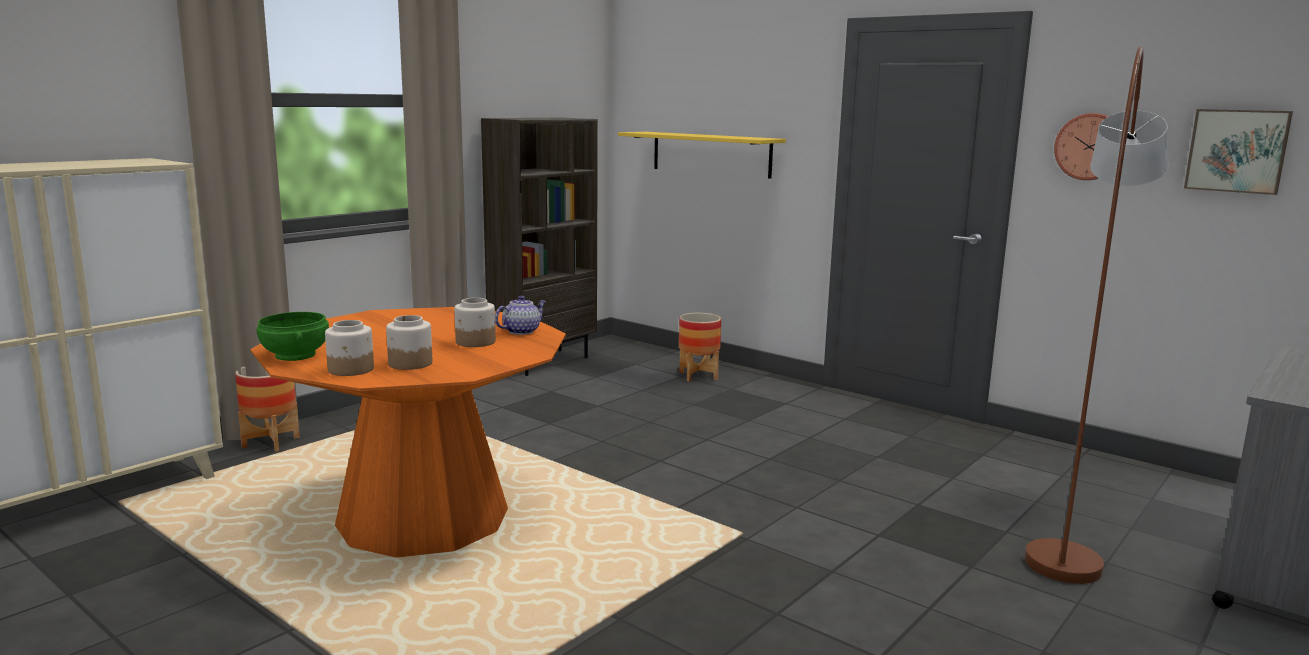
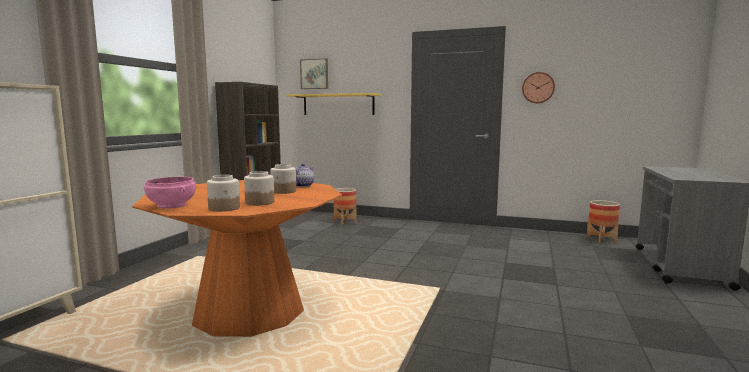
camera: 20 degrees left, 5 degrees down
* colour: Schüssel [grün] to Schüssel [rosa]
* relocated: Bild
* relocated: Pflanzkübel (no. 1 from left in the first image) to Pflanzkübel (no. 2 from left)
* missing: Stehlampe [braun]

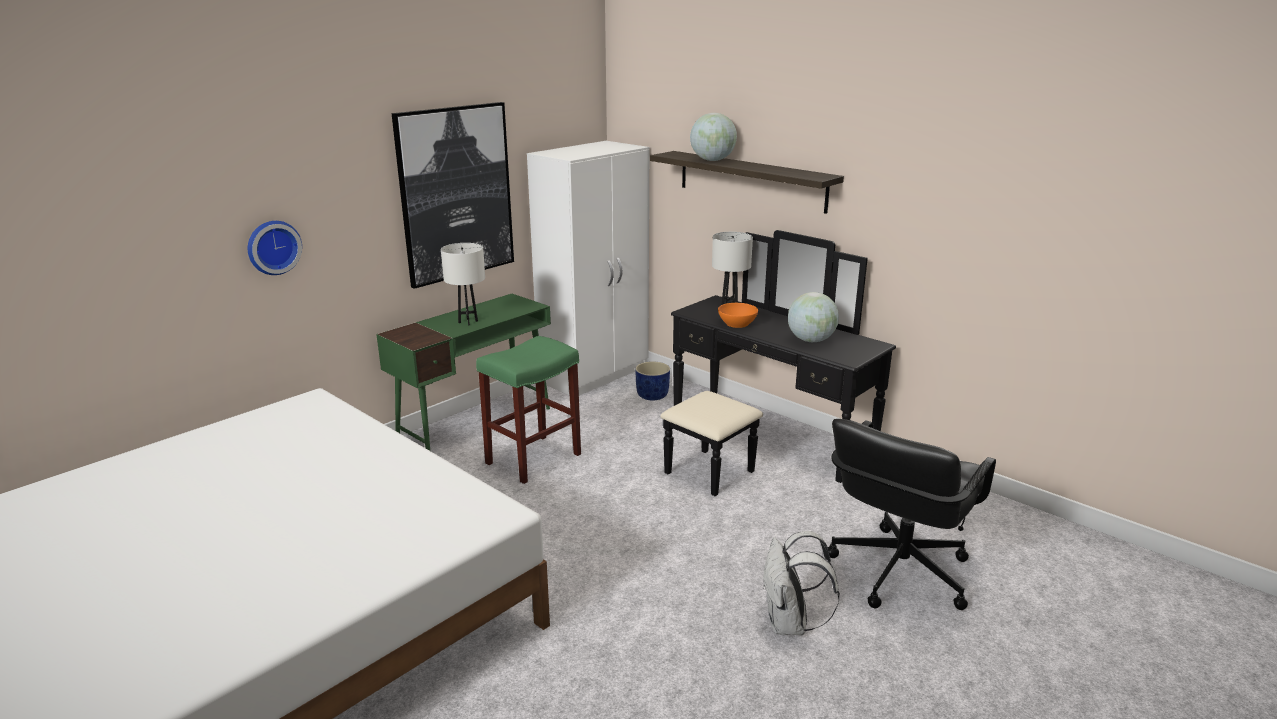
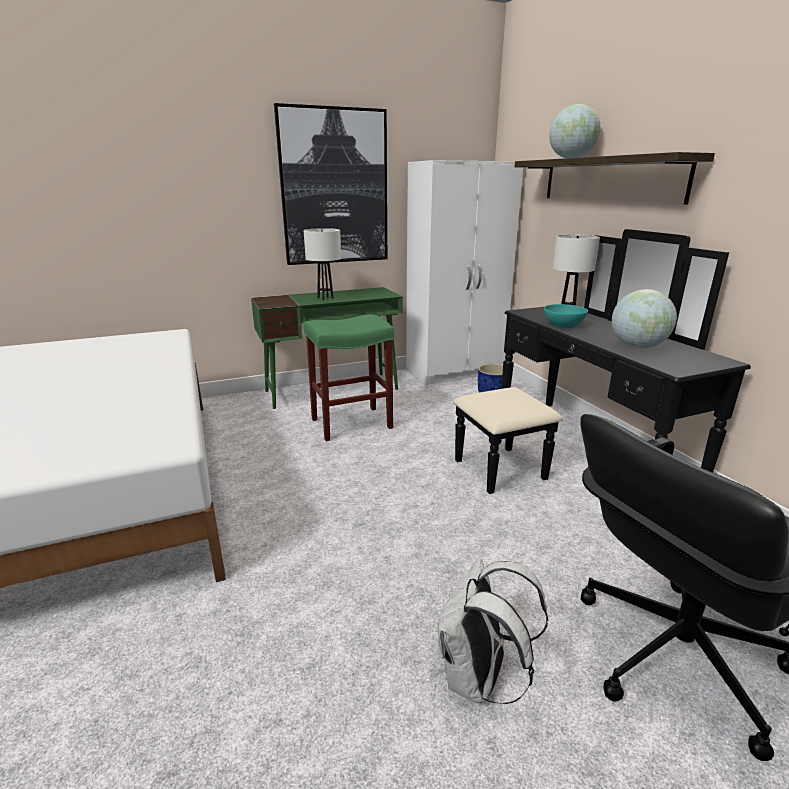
camera: 25 degrees right, 0 degrees up
* colour: Schüssel [orange] to Schüssel [türkis]
* missing: Wanduhr

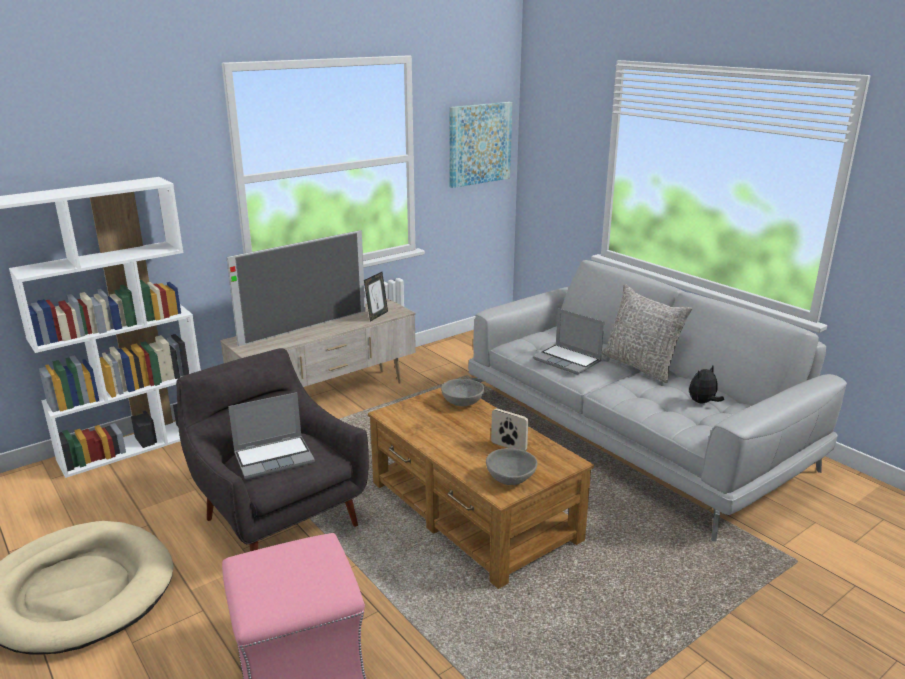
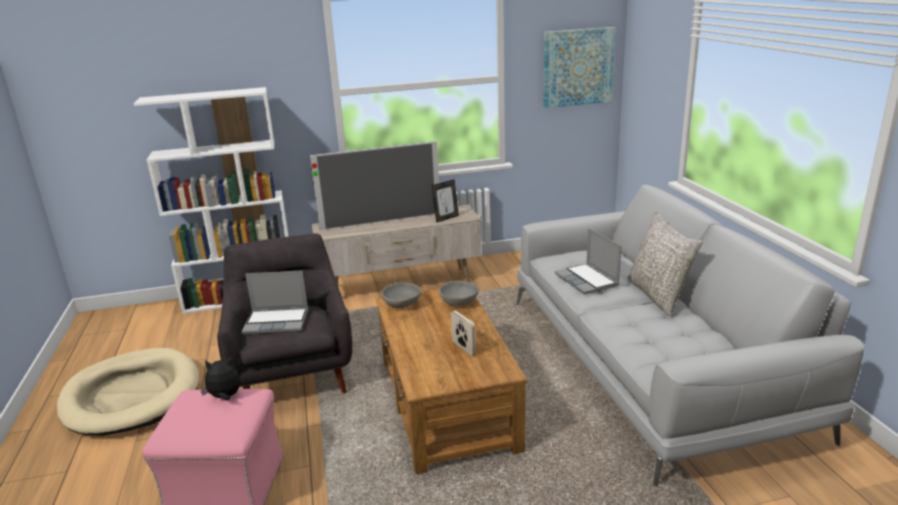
camera: 25 degrees right, 0 degrees up
* relocated: Plüschtier
* relocated: Schüssel [grau] (no. 2 from left in the first image) to Schüssel [grau] (no. 1 from left)

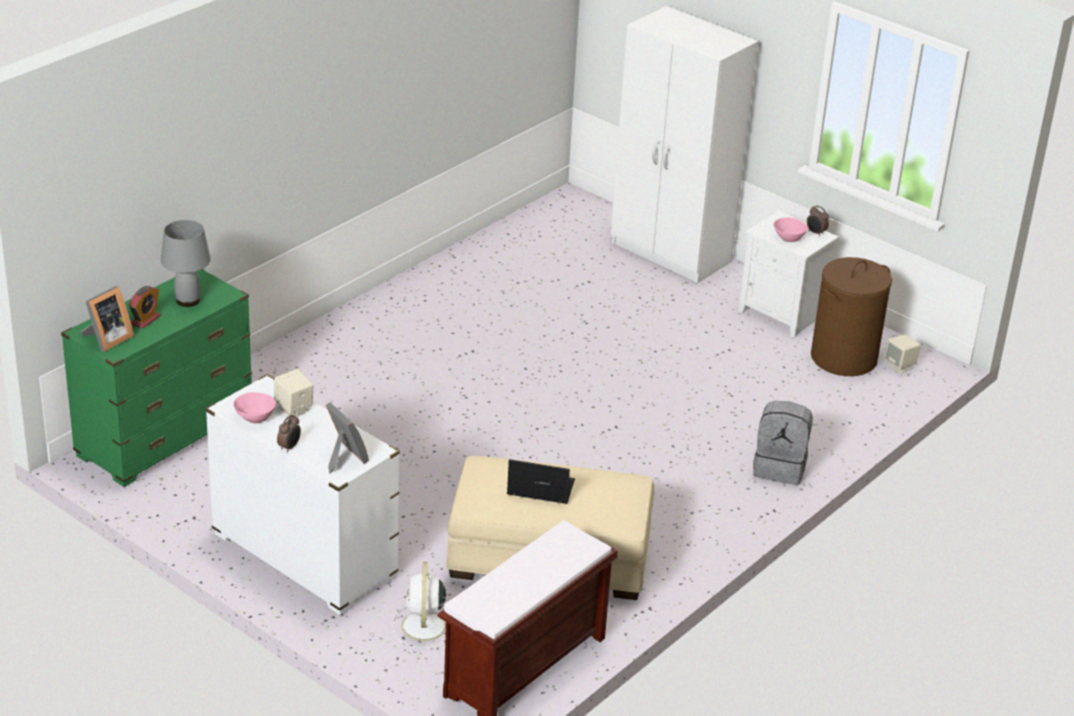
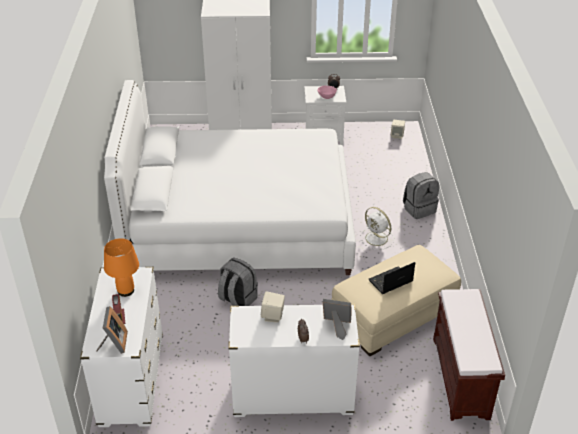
camera: 40 degrees left, 5 degrees up
* colour: Kommode [grün] to Kommode [weiß] (no. 1 from left)
* appeared: Bett [weiß]
* colour: Tischlampe [grau] to Tischlampe [orange]
* appeared: Rucksack [grau] (no. 1 from left)
* relocated: Ventilator [weiß]
* missing: Schüssel [rosa] (no. 1 from left)
* missing: Wäschekorb [braun]

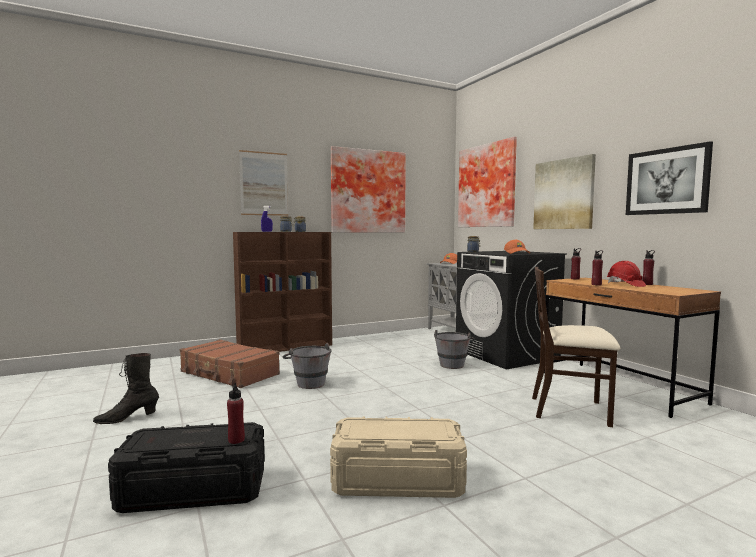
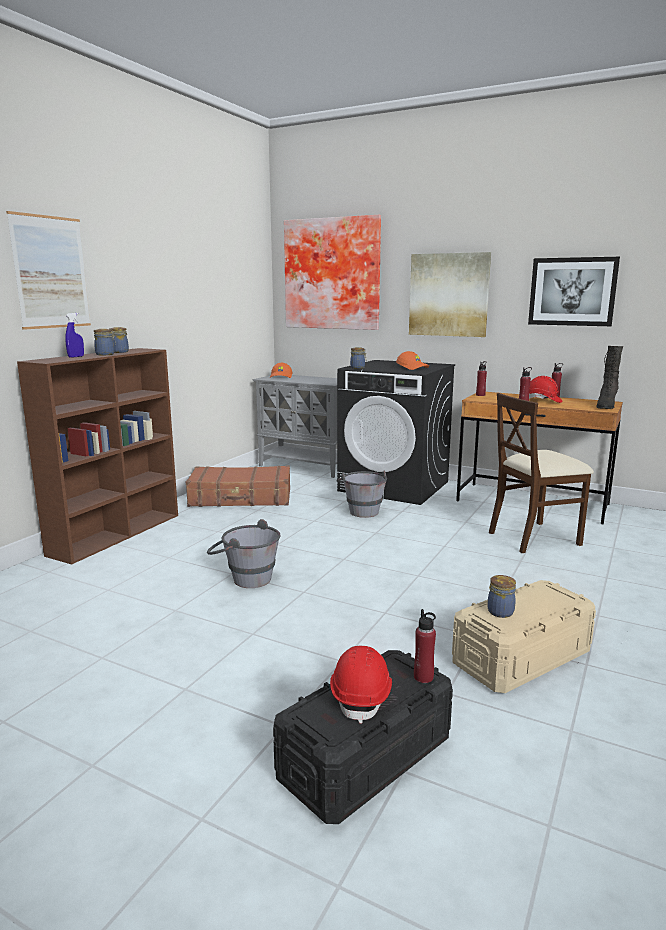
camera: 35 degrees left, 10 degrees up
* relocated: Koffer [braun]
* appeared: Schutzhelm [rot] (no. 1 from left)
* appeared: Vorratsglas (no. 4 from left)
* relocated: Stiefel [schwarz]
* missing: Bild (no. 2 from left)

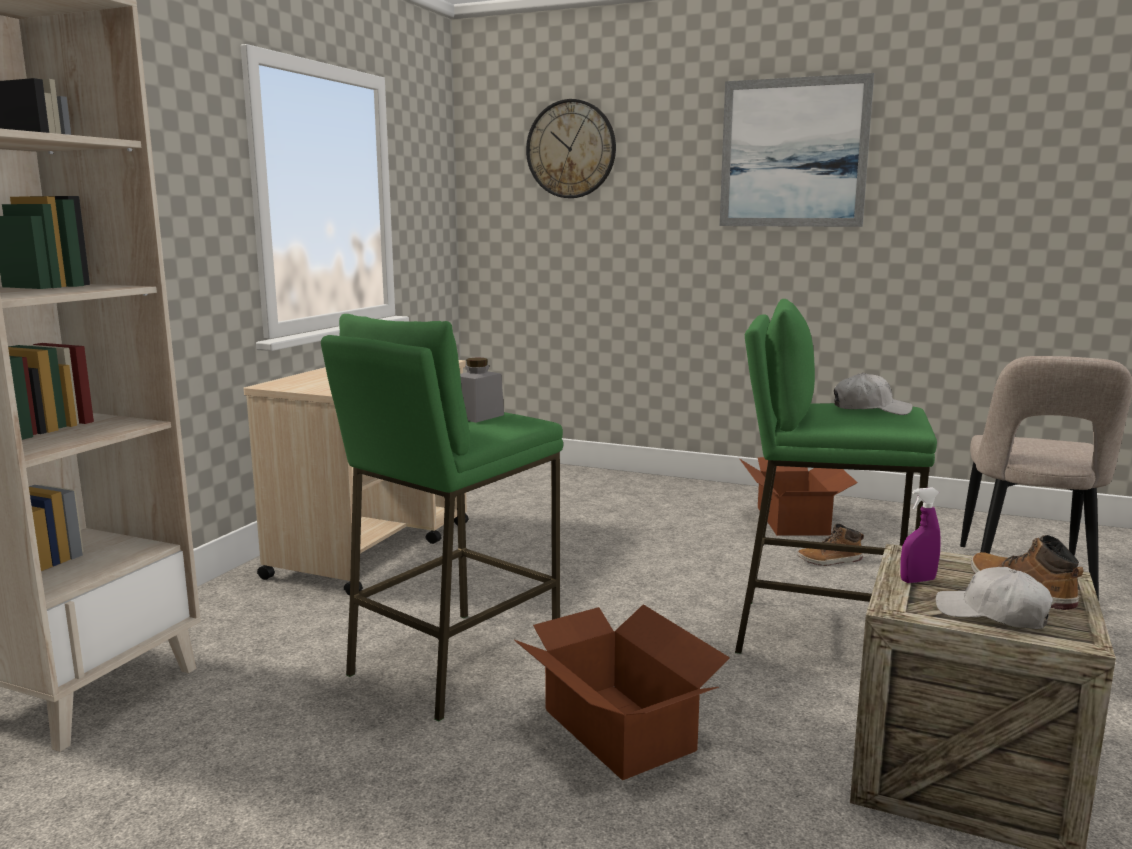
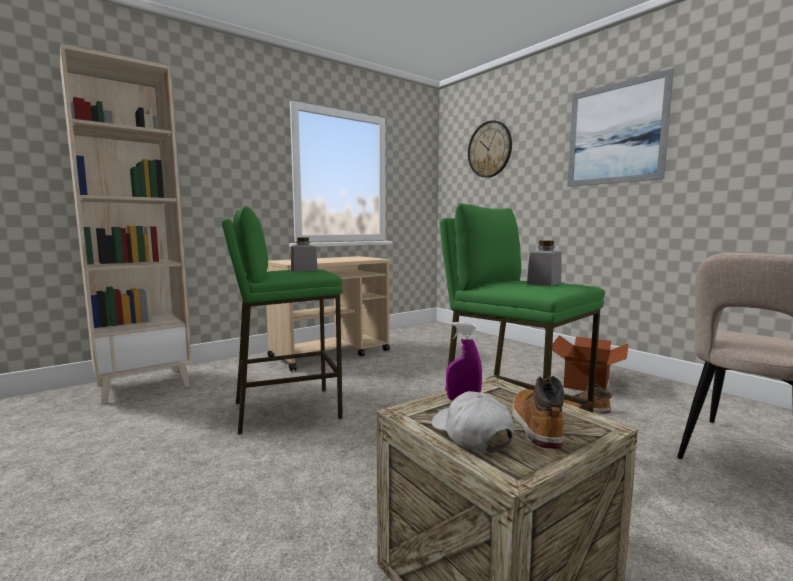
camera: 30 degrees right, 5 degrees down
* exchanged: Kappe [weiß] (no. 1 from left) to Vorratsglas [grau] (no. 2 from left)
* missing: Karton (no. 1 from left)

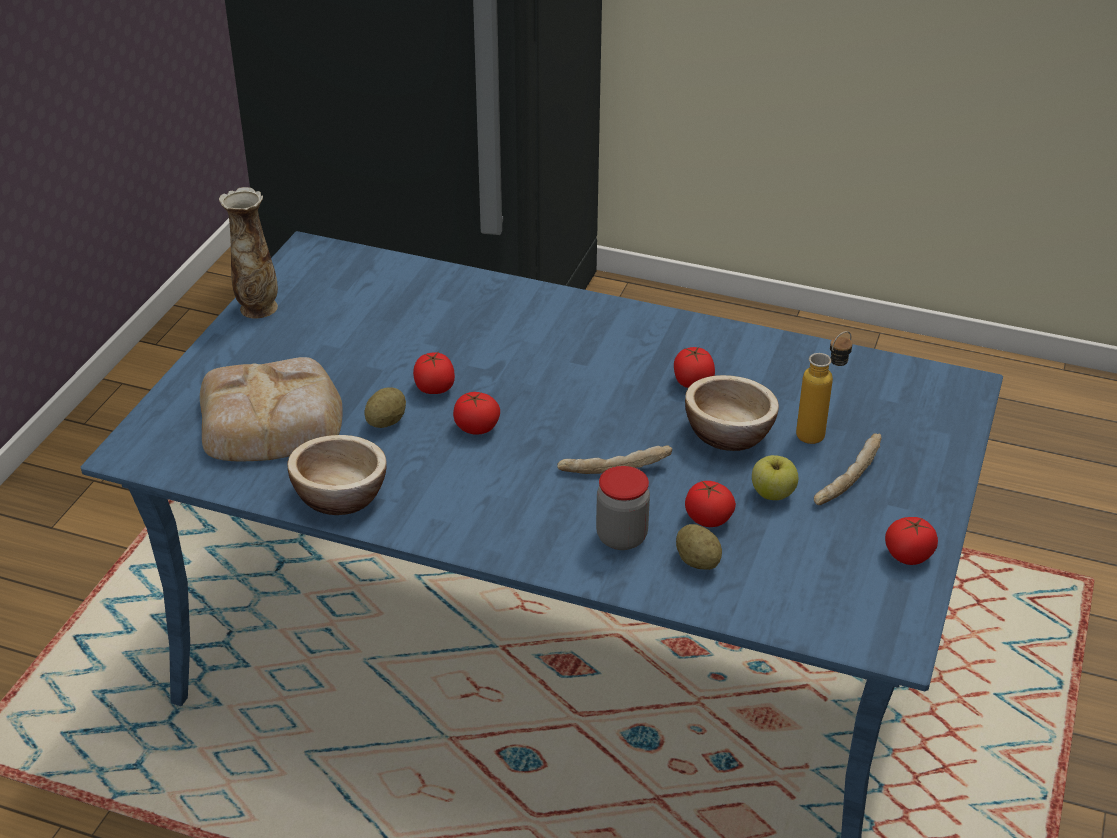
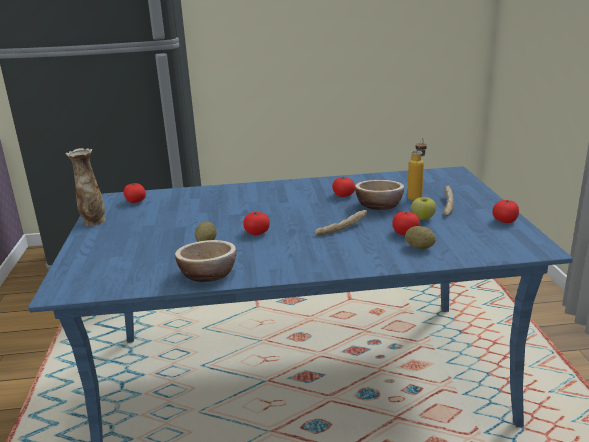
camera: 25 degrees left, 15 degrees down
* relocated: Tomate (no. 1 from left)
* missing: Brot (no. 1 from left)
* missing: Vorratsglas

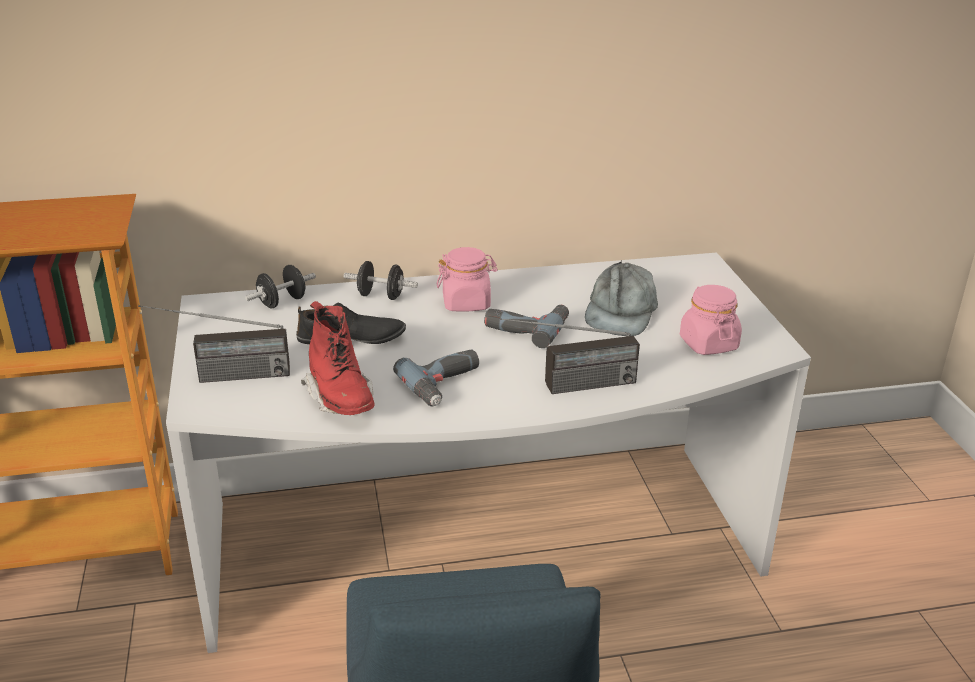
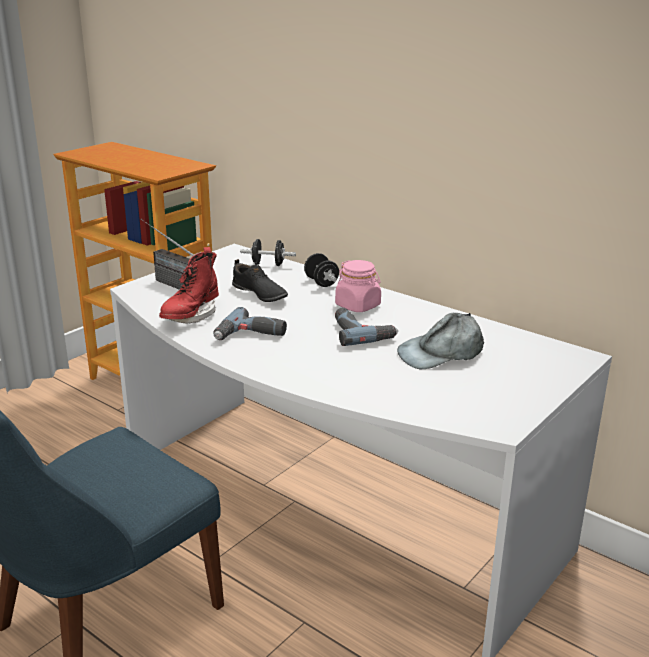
camera: 50 degrees right, 5 degrees down
* missing: Radio (no. 2 from left)
* missing: Vorratsglas [rosa] (no. 2 from left)

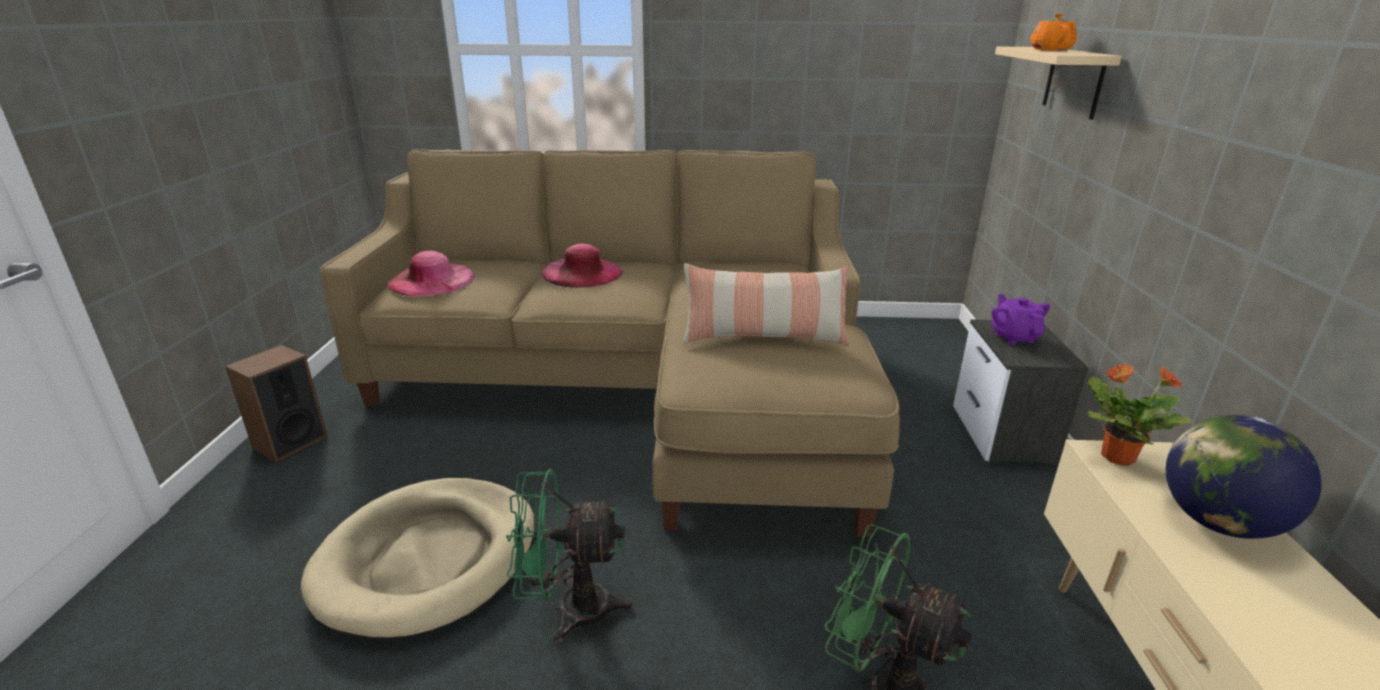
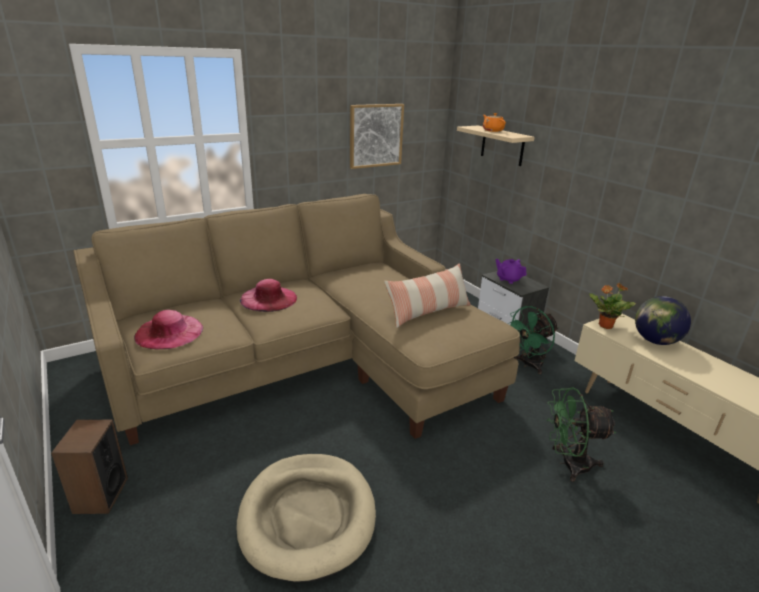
camera: 35 degrees left, 0 degrees up
* appeared: Bild
* relocated: Ventilator [grün] (no. 1 from left)

